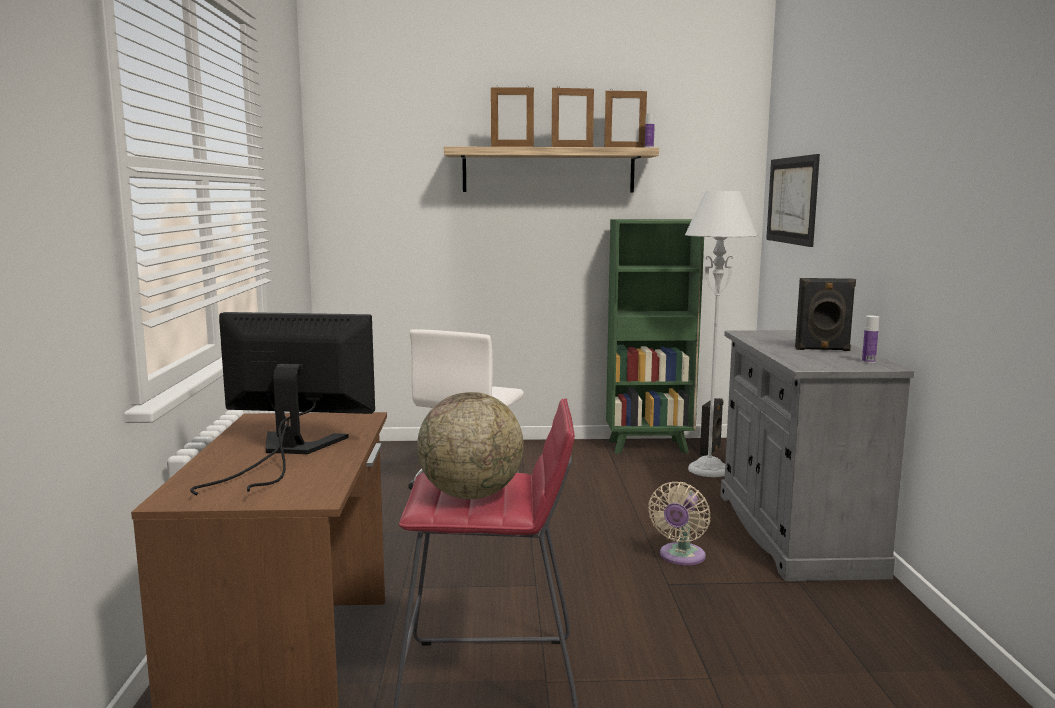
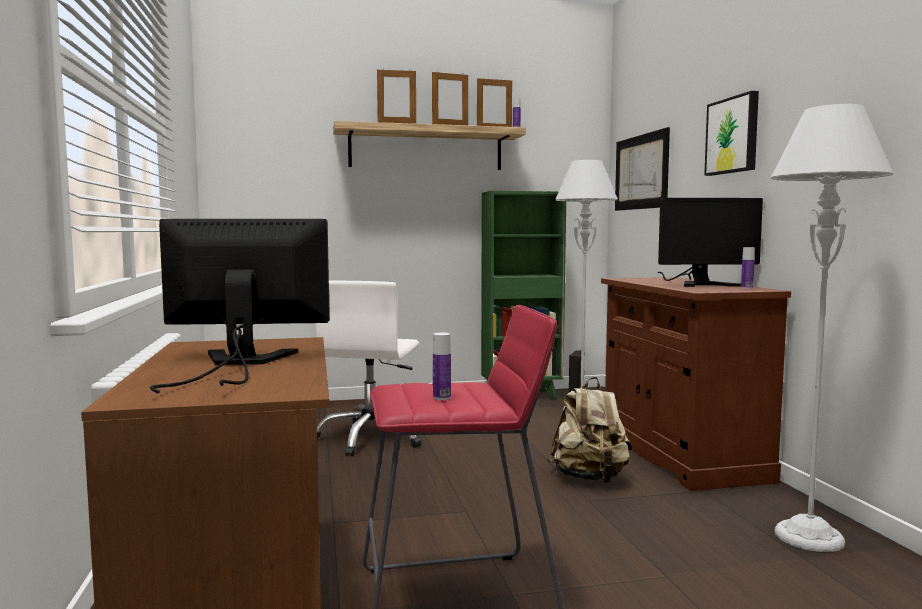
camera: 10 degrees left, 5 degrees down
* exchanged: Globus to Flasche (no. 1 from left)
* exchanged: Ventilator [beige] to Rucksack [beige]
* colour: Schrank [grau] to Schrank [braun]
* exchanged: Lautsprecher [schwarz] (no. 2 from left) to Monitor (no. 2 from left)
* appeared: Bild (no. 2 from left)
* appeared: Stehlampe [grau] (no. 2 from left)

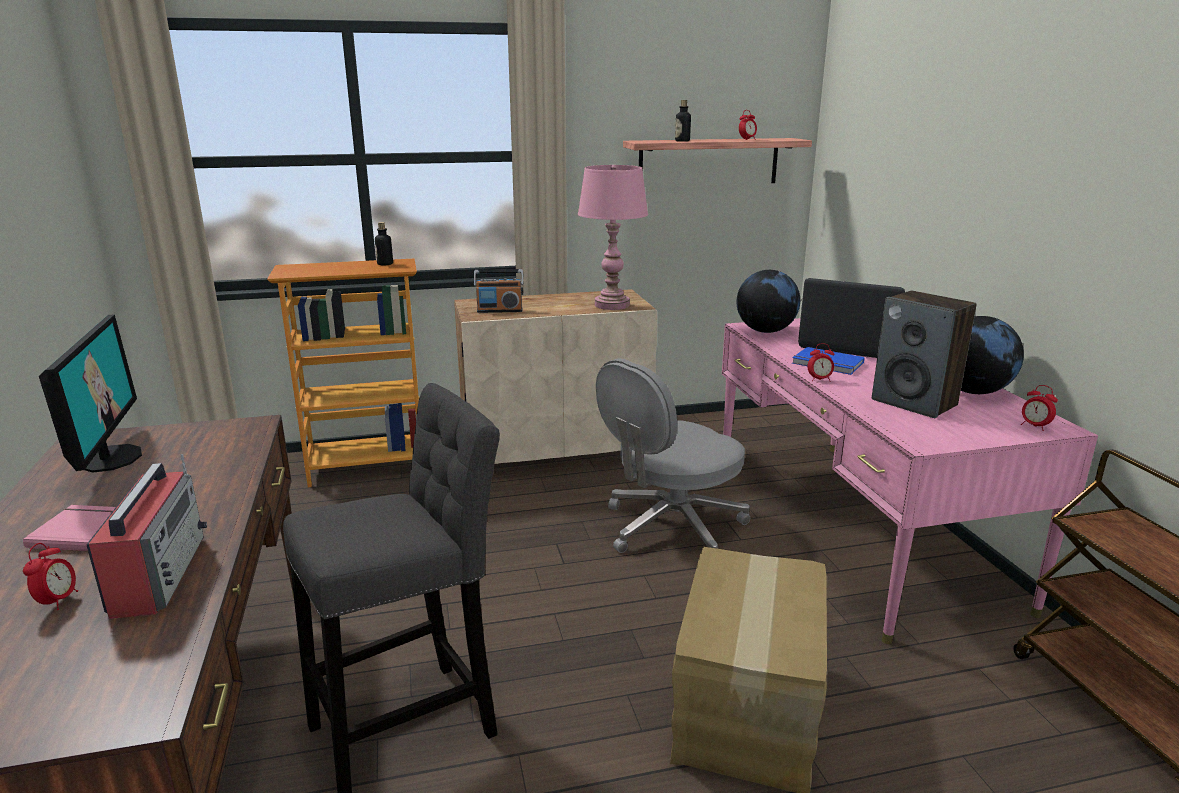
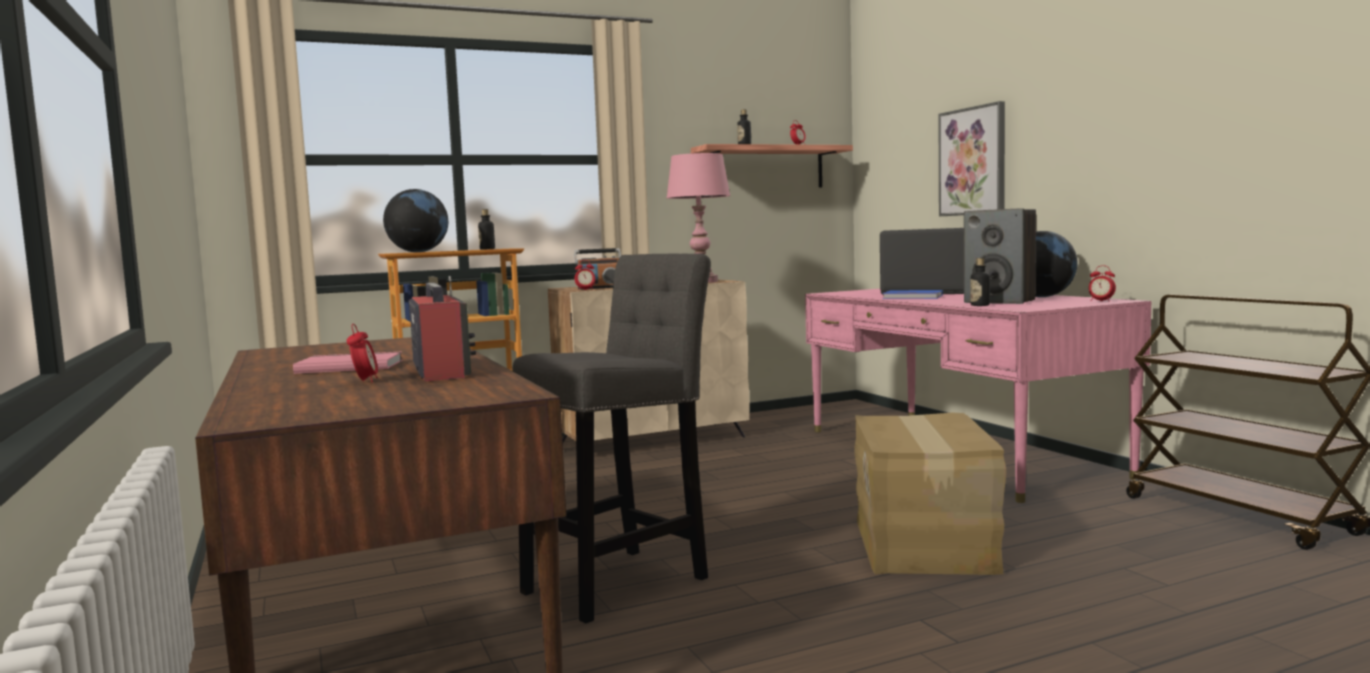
camera: 10 degrees left, 15 degrees down
* relocated: Globus (no. 1 from left)
* relocated: Wecker (no. 3 from left in the first image) to Wecker (no. 2 from left)
* appeared: Bild
* appeared: Flasche (no. 3 from left)
* missing: Monitor
* missing: Bürostuhl [grau]

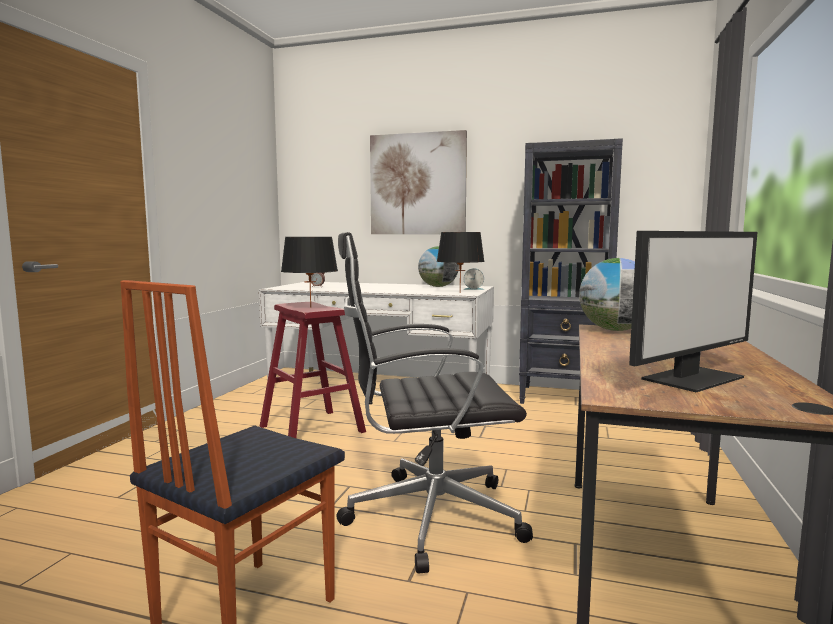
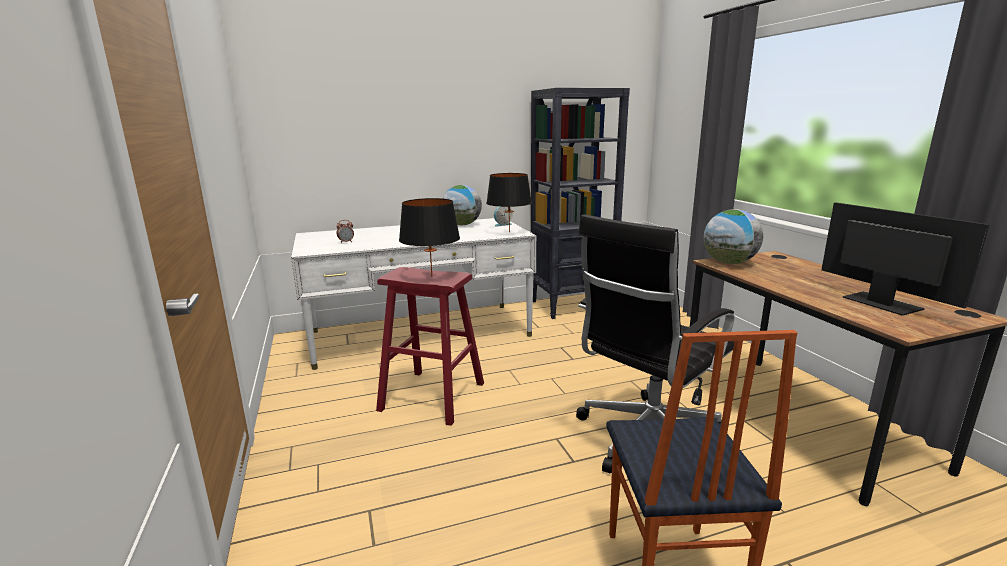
camera: 35 degrees left, 10 degrees up
* spun: Monitor 45 degrees counterclockwise
* missing: Bild

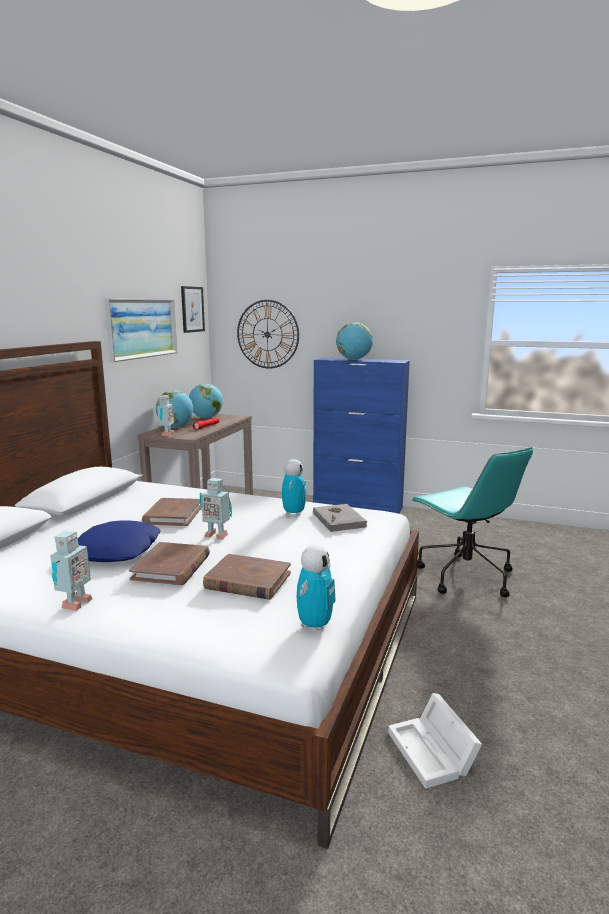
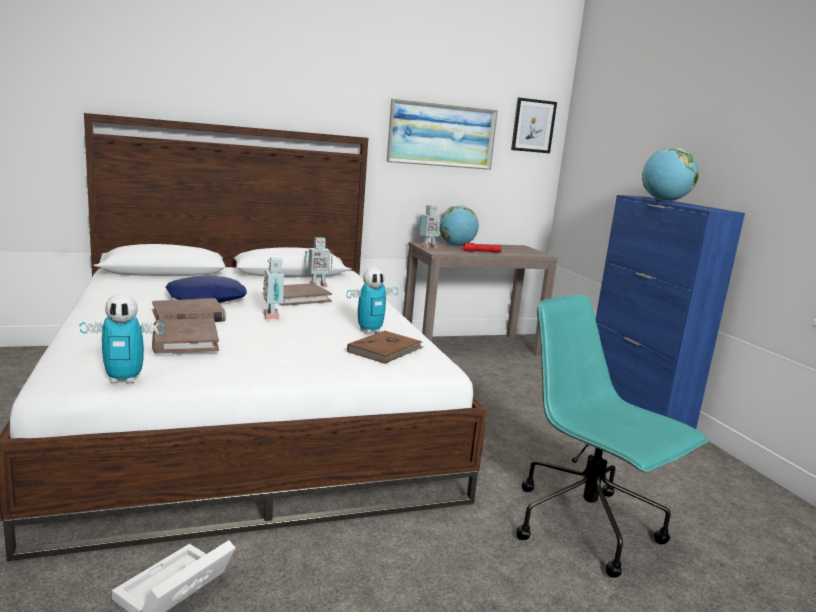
camera: 50 degrees right, 0 degrees up
* relocated: Spielzeugroboter (no. 1 from left in the first image) to Spielzeugroboter (no. 3 from left)
* colour: Buch [grau] to Buch [braun] (no. 4 from left)
* spun: Bürostuhl [türkis] 120 degrees clockwise
* missing: Globus (no. 2 from left)
* missing: Wanduhr

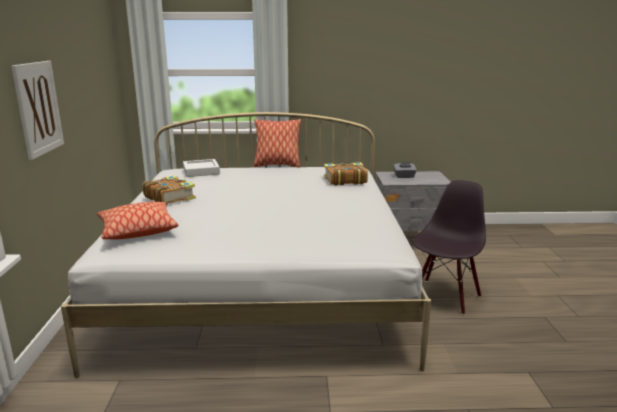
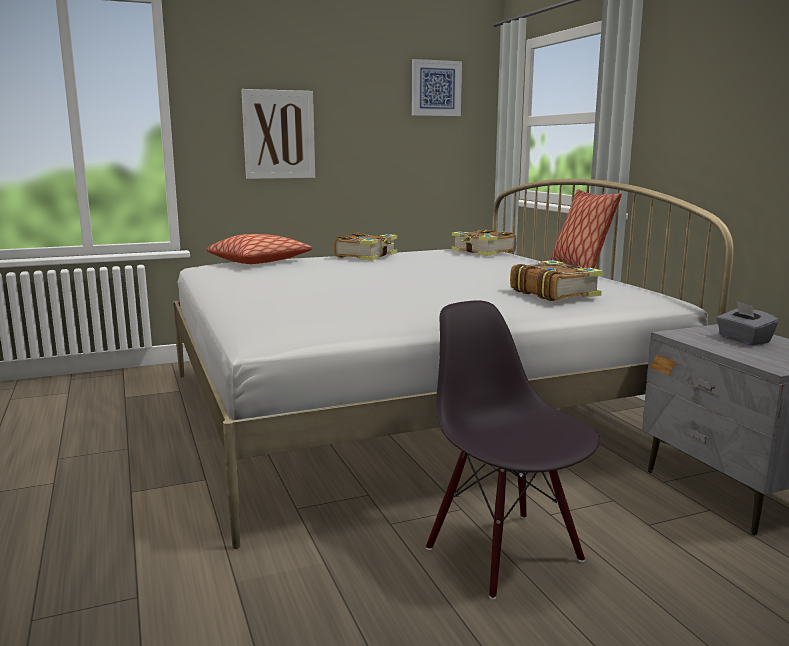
camera: 70 degrees right, 5 degrees down
* appeared: Bild (no. 2 from left)
* spun: Stuhl [schwarz] 135 degrees counterclockwise
* exchanged: Tablett [grau] to Buch (no. 2 from left)

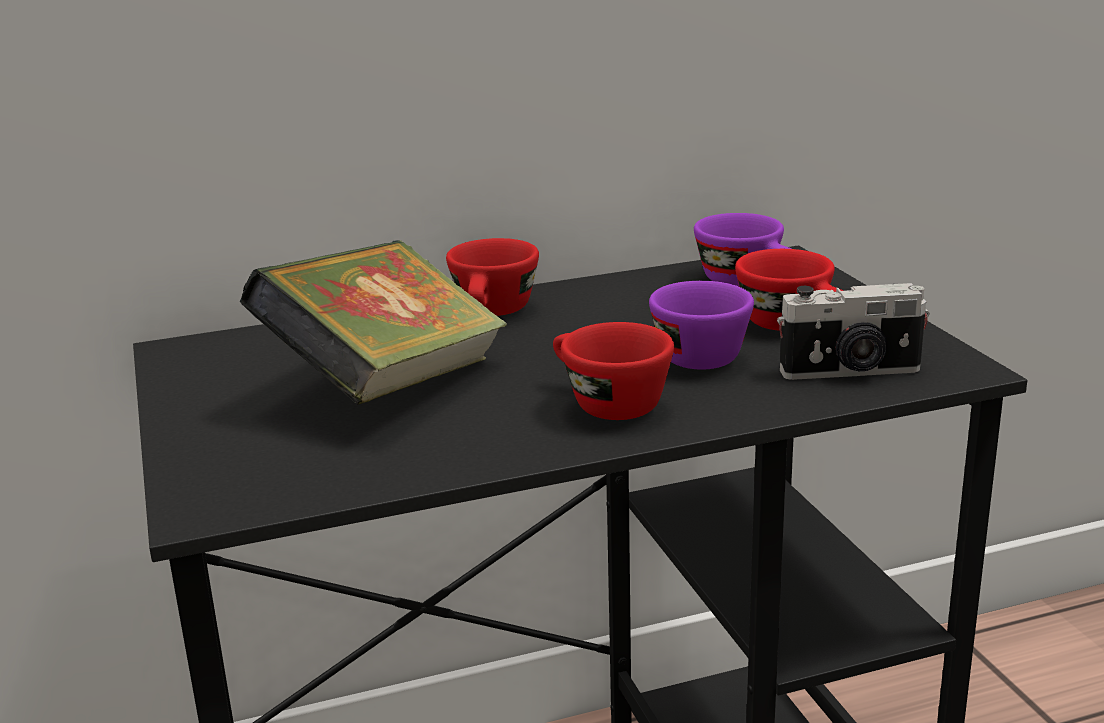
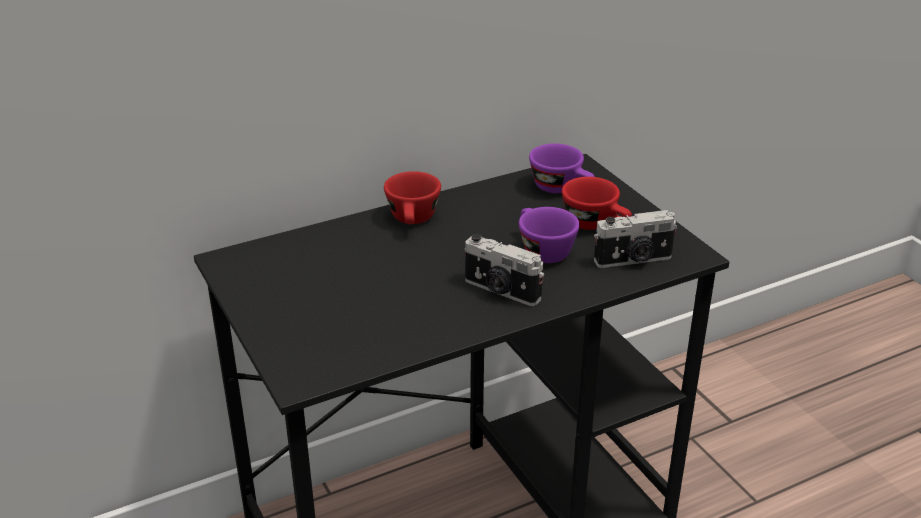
camera: 10 degrees left, 10 degrees up
* exchanged: Tasse [rot] (no. 2 from left) to Kamera (no. 1 from left)
* missing: Buch

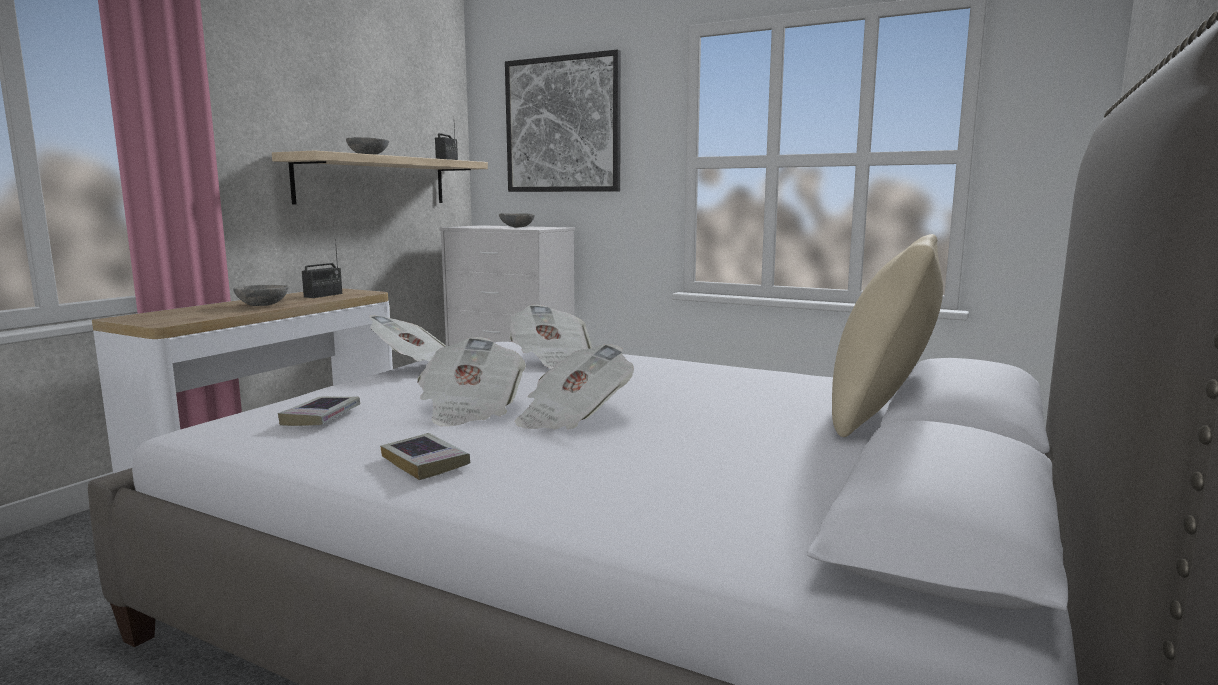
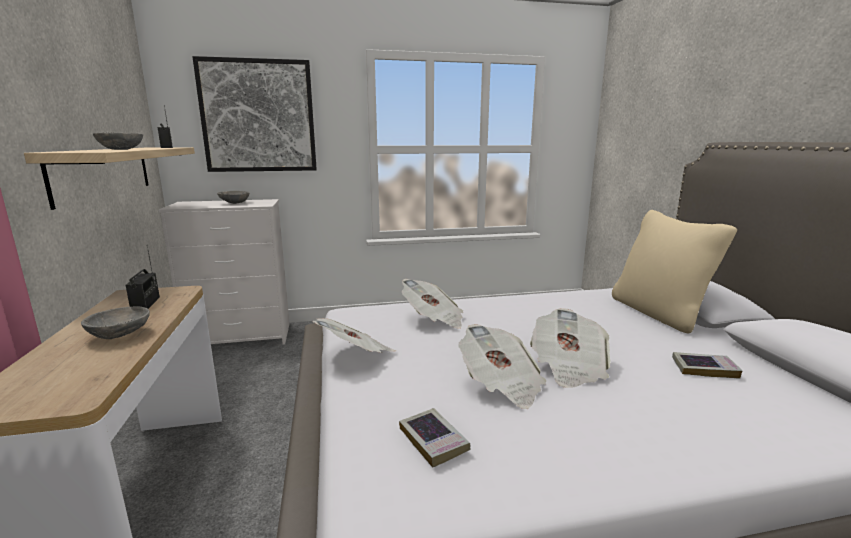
camera: 40 degrees left, 5 degrees up
* relocated: Buch (no. 2 from left)

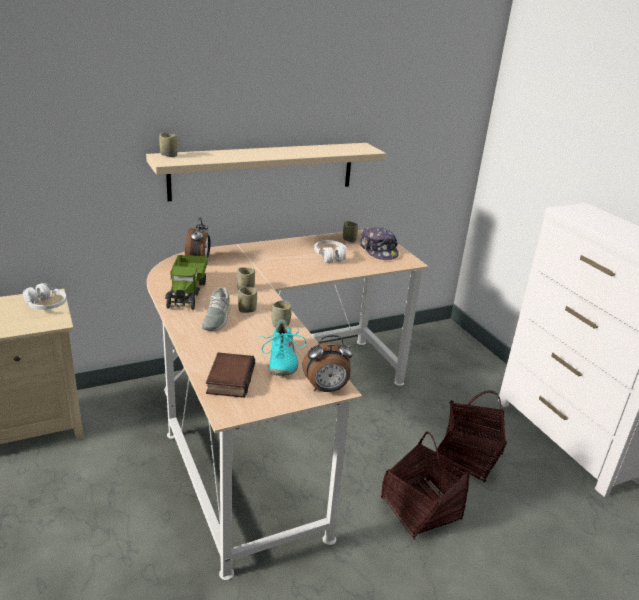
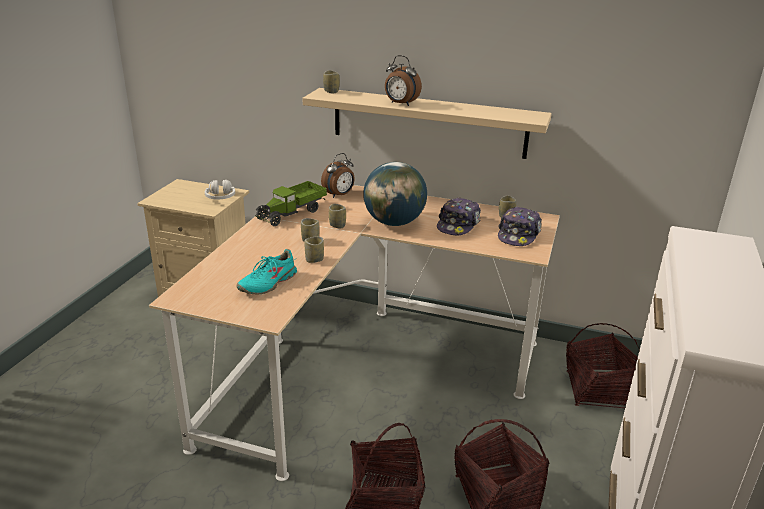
camera: 45 degrees right, 0 degrees up
* appeared: Globus
* relocated: Wecker (no. 2 from left)
* exchanged: Kopfhörer [weiß] (no. 2 from left) to Kappe (no. 1 from left)
* appeared: Korb (no. 3 from left)
* missing: Schuh [grau]
* missing: Buch

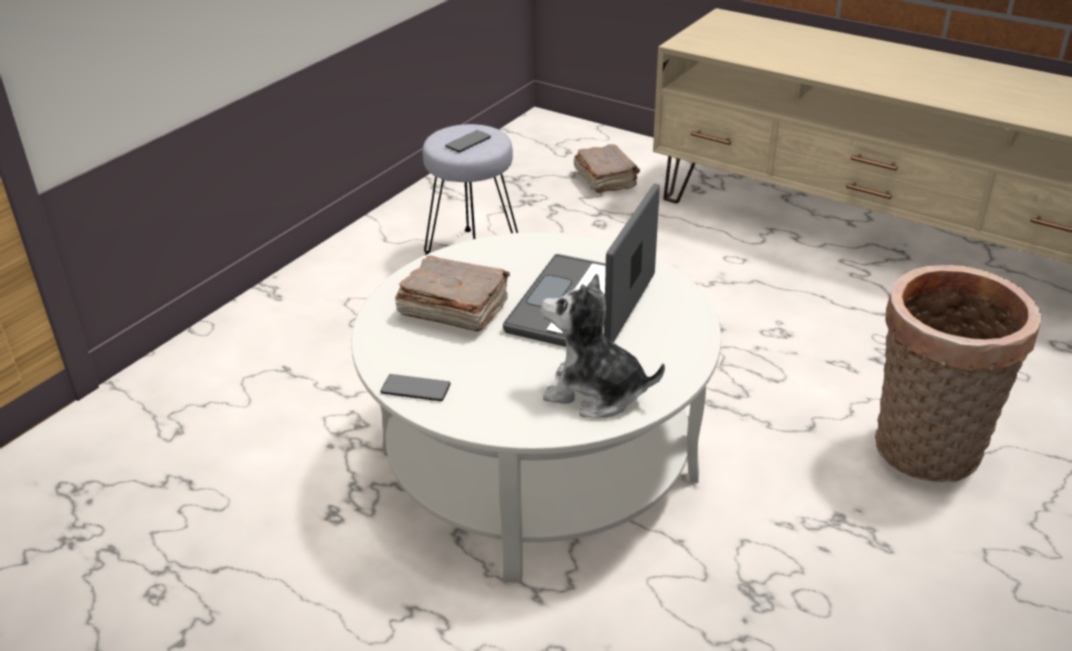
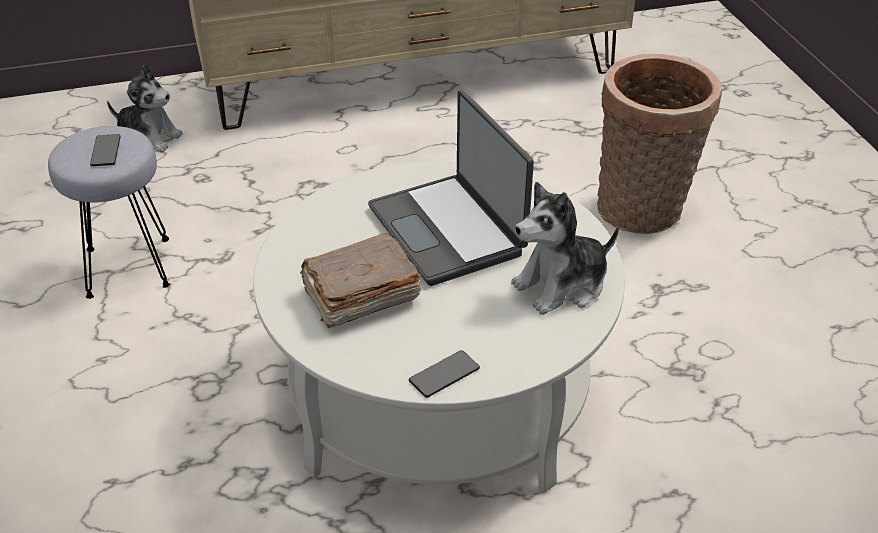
camera: 50 degrees left, 5 degrees up
* exchanged: Buch [braun] (no. 2 from left) to Plüschtier (no. 1 from left)

